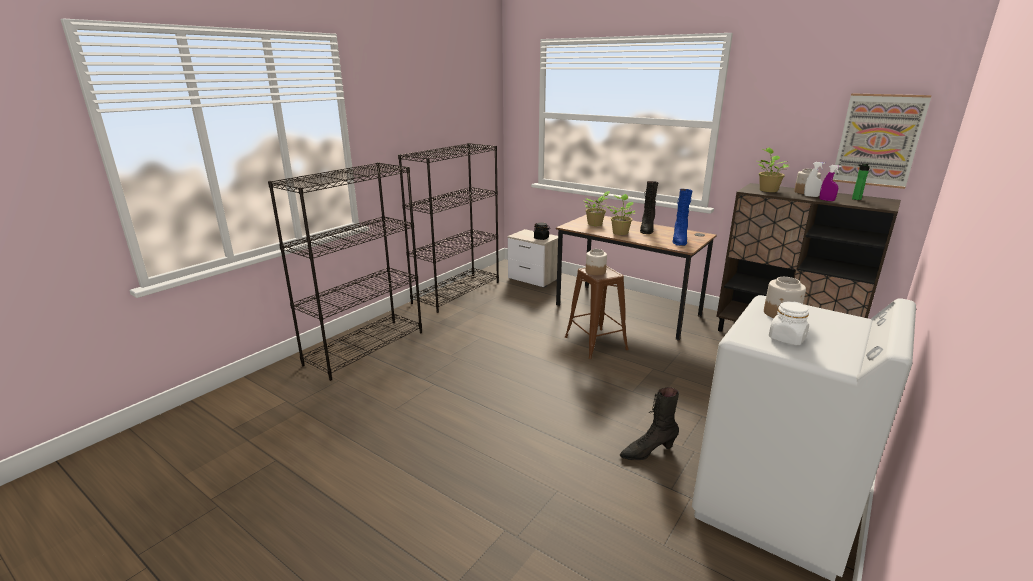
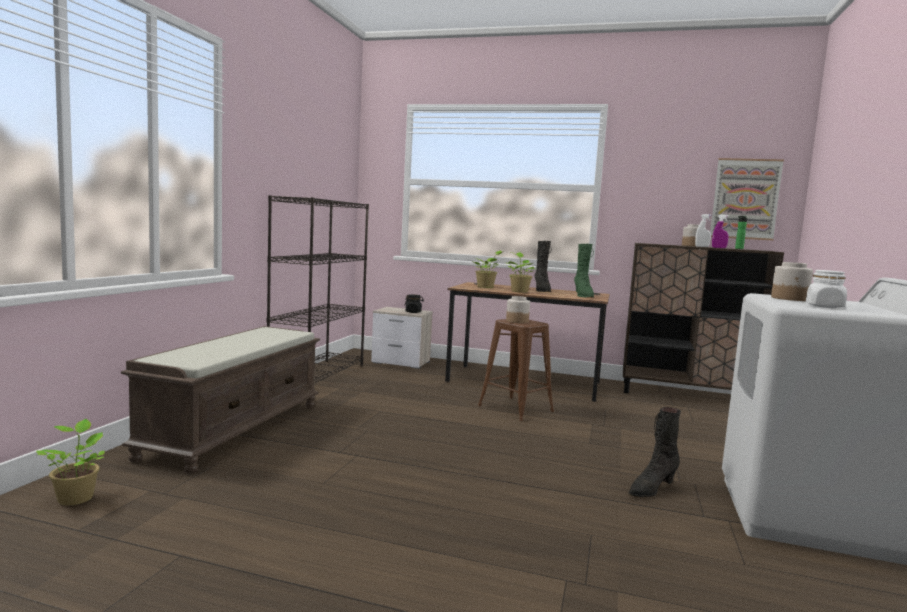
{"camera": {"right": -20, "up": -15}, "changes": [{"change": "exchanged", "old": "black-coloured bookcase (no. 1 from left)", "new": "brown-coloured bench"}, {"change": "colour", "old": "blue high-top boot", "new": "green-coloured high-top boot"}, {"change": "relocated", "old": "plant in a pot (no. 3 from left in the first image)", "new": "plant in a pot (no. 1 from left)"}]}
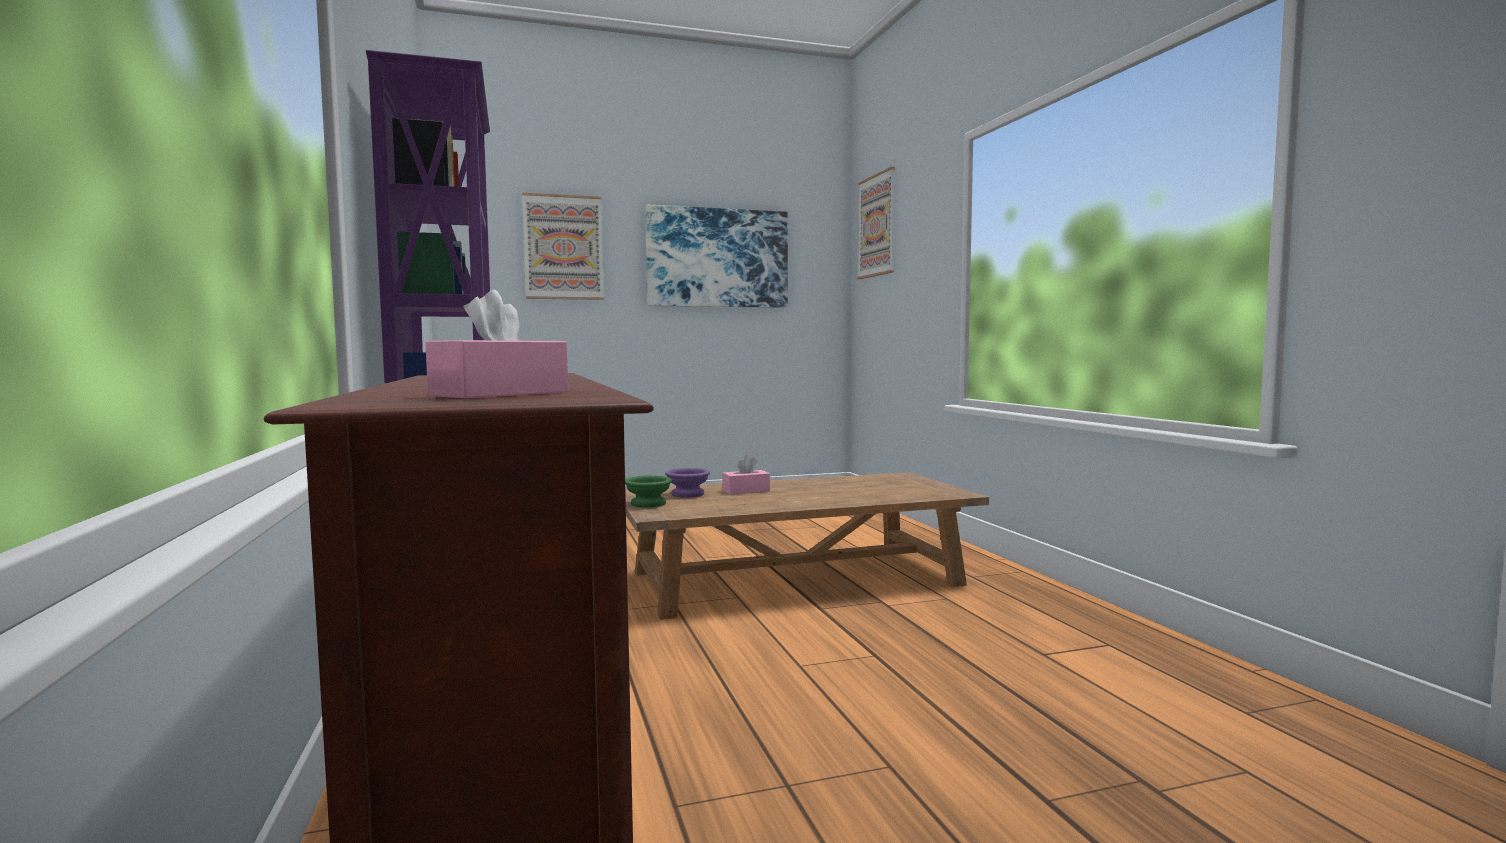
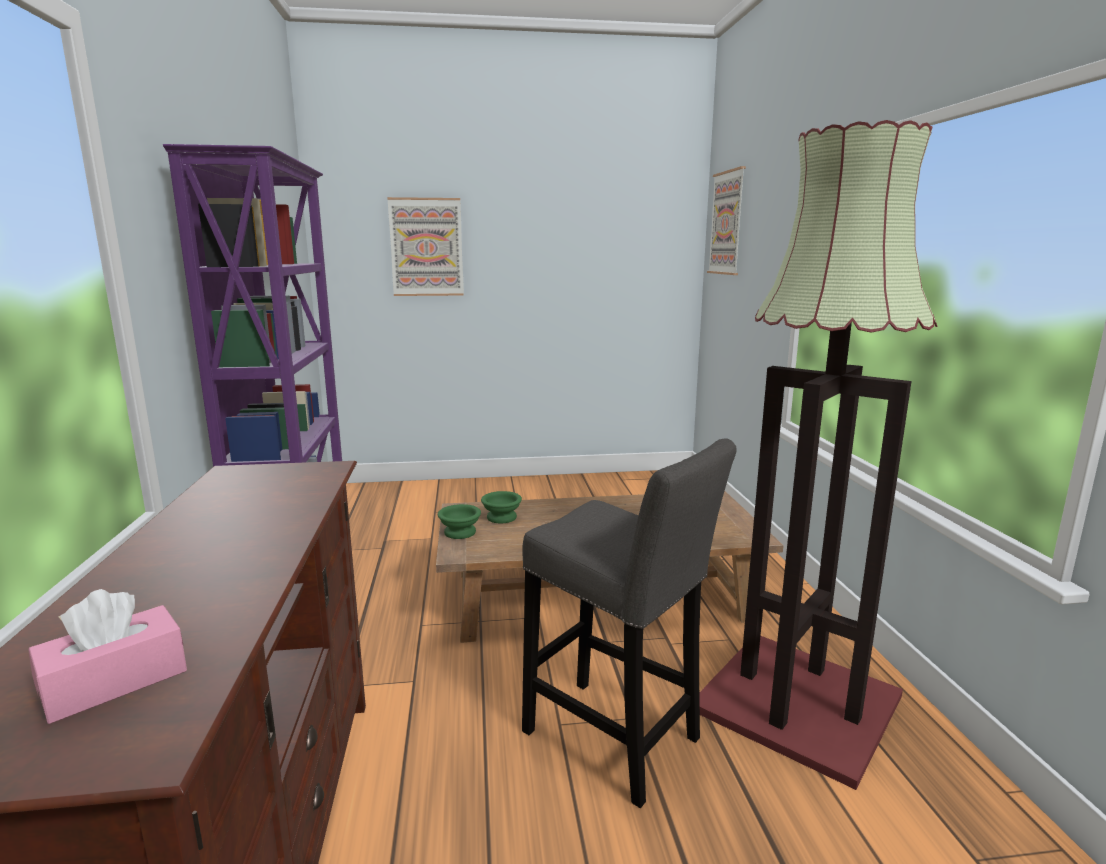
{"camera": {"right": 10, "up": 10}, "changes": [{"change": "missing", "old": "wall picture (no. 2 from left)"}, {"change": "colour", "old": "purple deep dish", "new": "green-coloured deep dish (no. 2 from left)"}, {"change": "missing", "old": "pinkish box of tissues (no. 2 from left)"}, {"change": "appeared", "new": "gray stool seat"}, {"change": "appeared", "new": "standard lamp"}]}
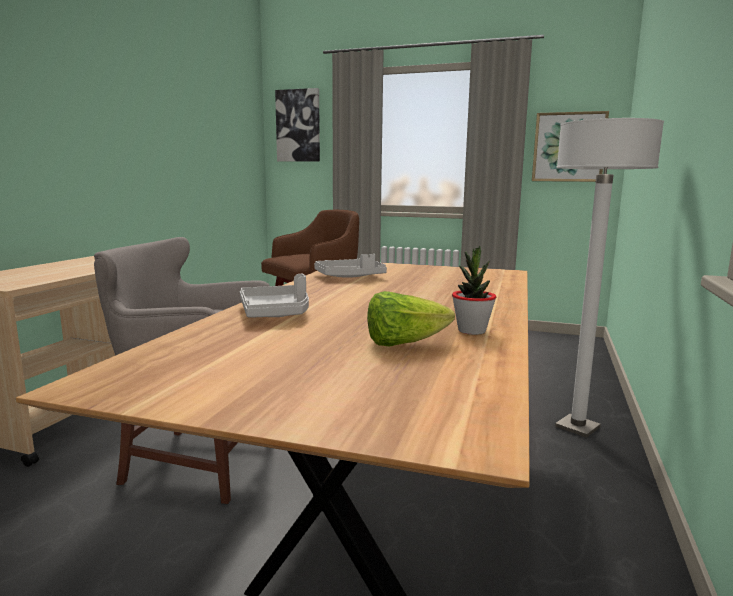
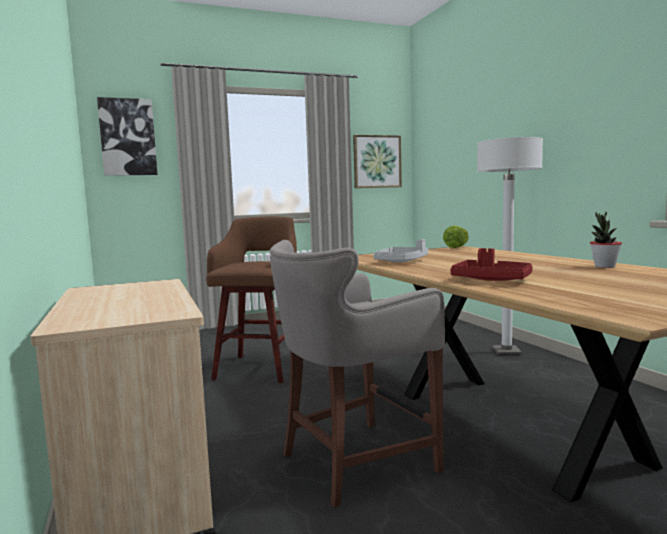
{"camera": {"right": -40, "up": -5}, "changes": [{"change": "colour", "old": "gray tray (no. 1 from left)", "new": "red tray"}, {"change": "relocated", "old": "head of lettuce"}]}
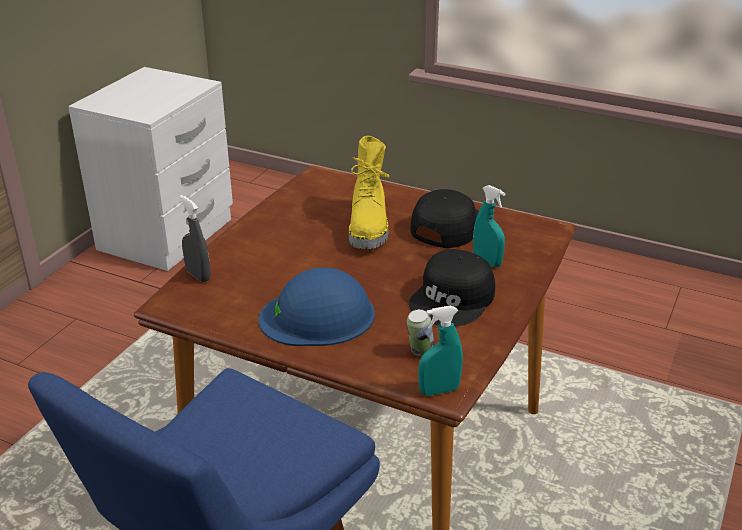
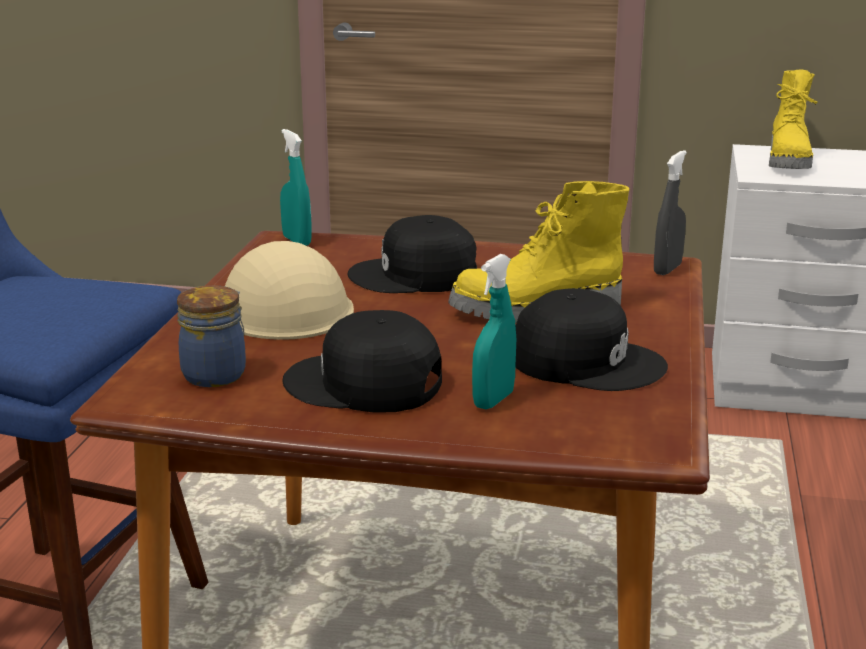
{"camera": {"right": 75, "up": -10}, "changes": [{"change": "relocated", "old": "gray spray bottle"}, {"change": "colour", "old": "blue hard hat", "new": "sand-coloured hard hat"}, {"change": "exchanged", "old": "can", "new": "preserve jar"}, {"change": "relocated", "old": "blue-green spray bottle (no. 1 from left)"}, {"change": "appeared", "new": "black-coloured baseball cap (no. 2 from left)"}, {"change": "appeared", "new": "yellow-coloured high-top boot (no. 2 from left)"}]}
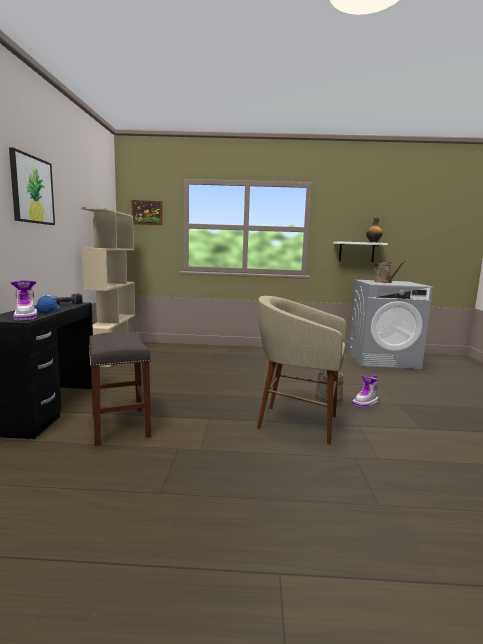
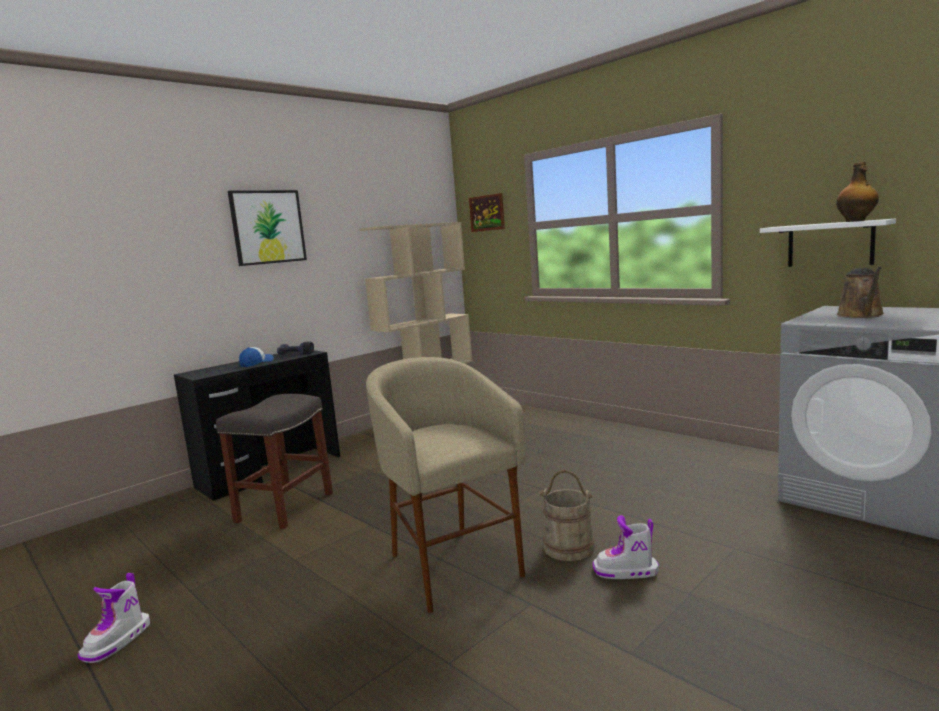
{"camera": {"right": 45, "up": 0}, "changes": [{"change": "relocated", "old": "high-top boot (no. 1 from left)"}]}
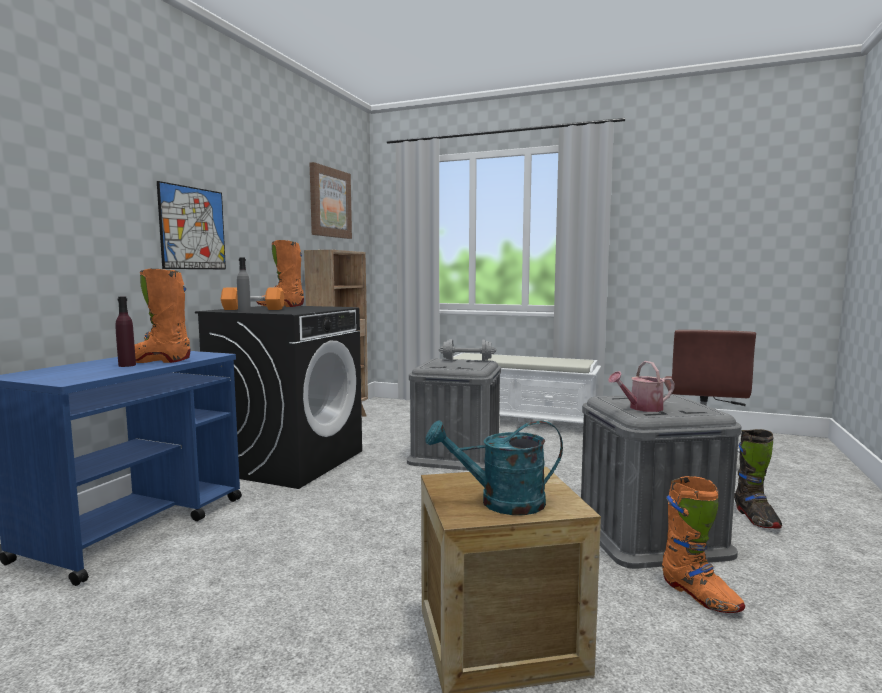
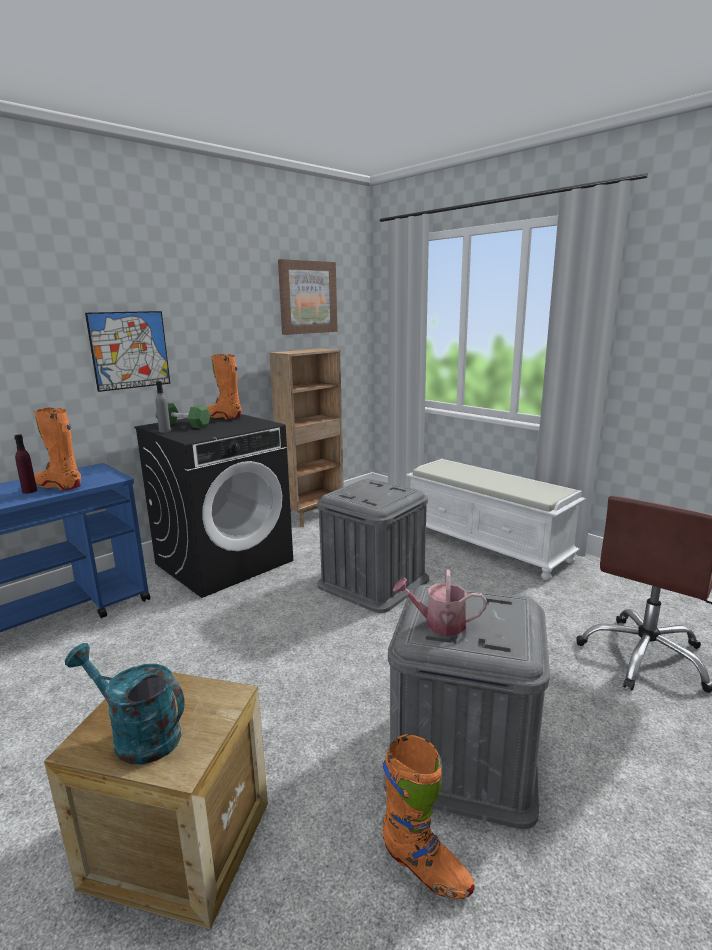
{"camera": {"right": 25, "up": 10}, "changes": [{"change": "colour", "old": "orangey free weight", "new": "green-coloured free weight"}, {"change": "missing", "old": "gray free weight"}, {"change": "spun", "old": "orangey high-top boot (no. 3 from left)", "degrees": -45}, {"change": "missing", "old": "black-coloured high-top boot"}]}
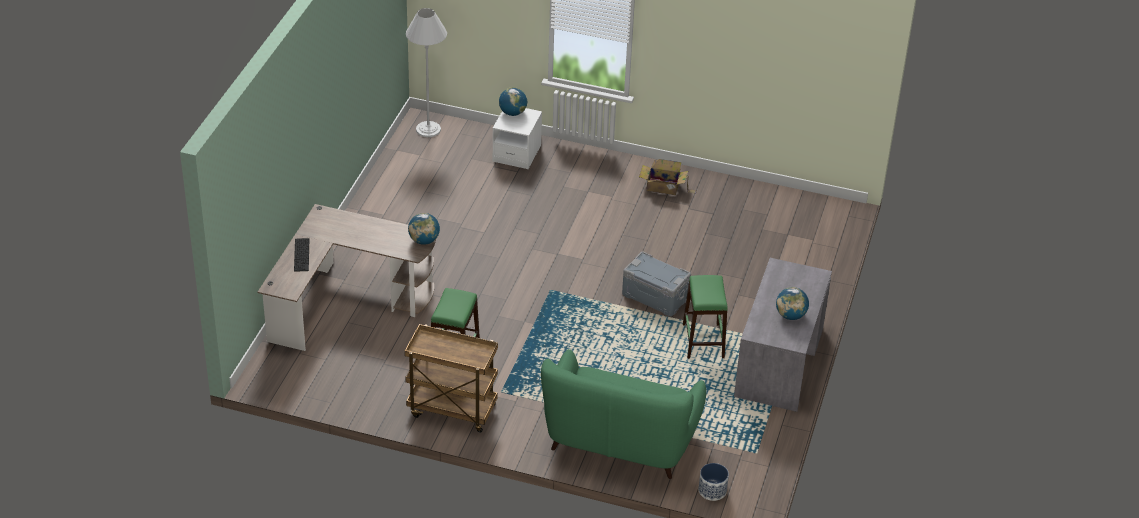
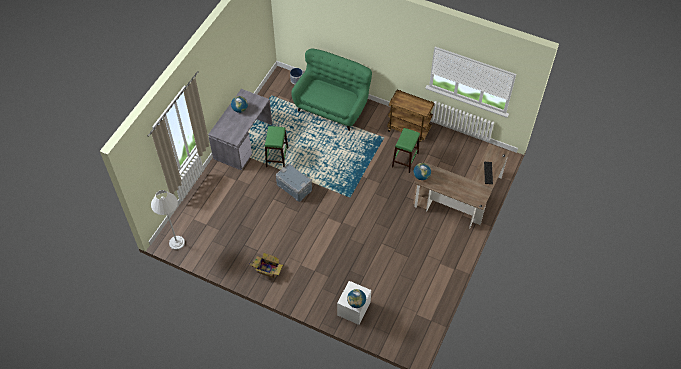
{"camera": {"right": -170, "up": 15}, "changes": [{"change": "relocated", "old": "whitish standard lamp"}]}
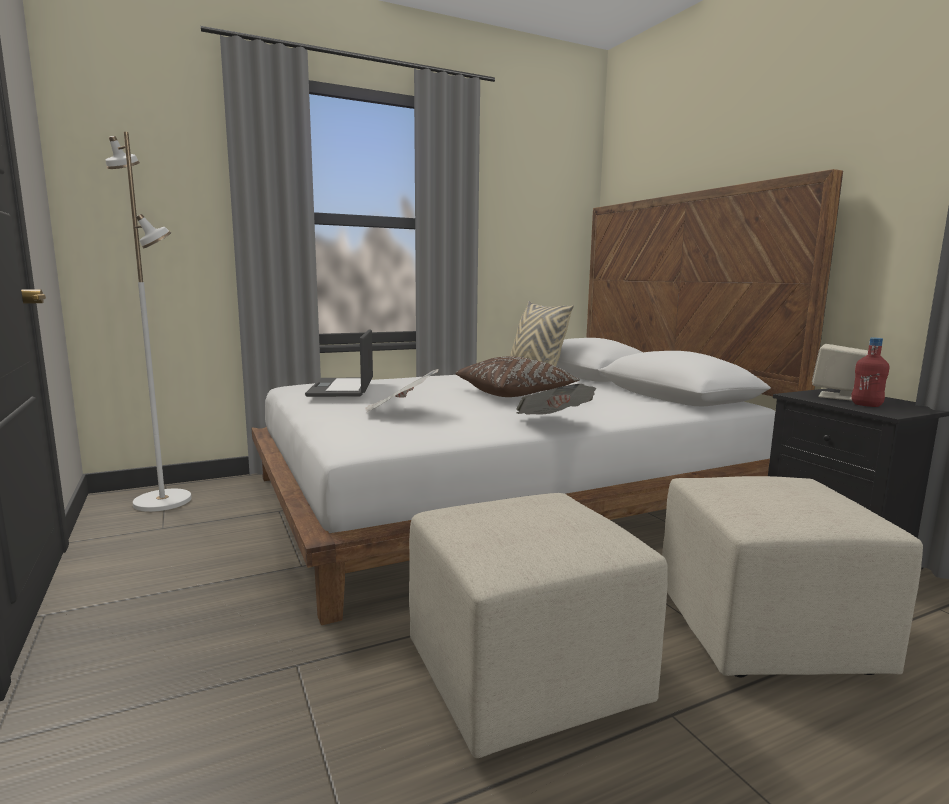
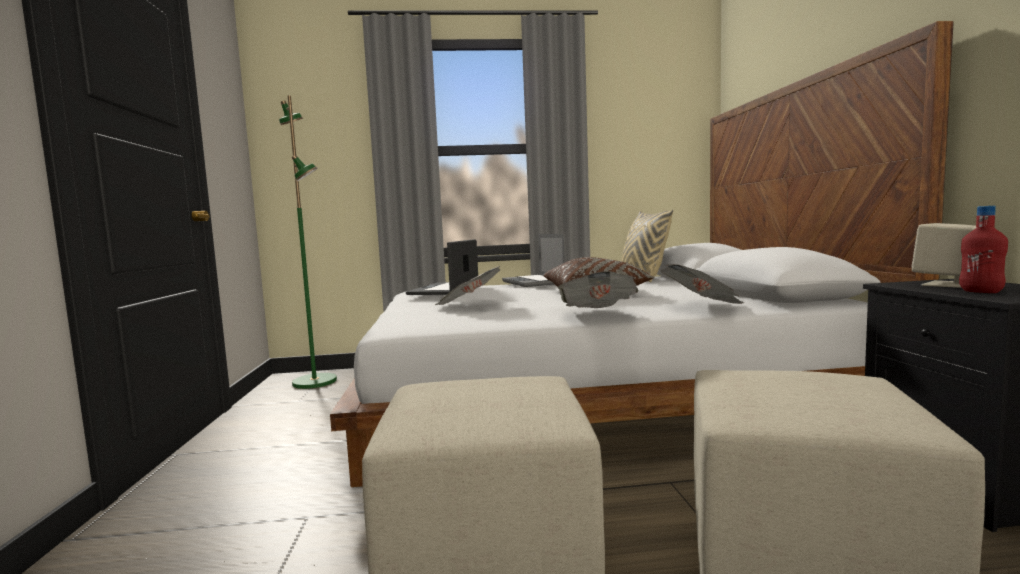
{"camera": {"right": 20, "up": -5}, "changes": [{"change": "colour", "old": "whitish standard lamp", "new": "green-coloured standard lamp"}, {"change": "appeared", "new": "notebook computer (no. 2 from left)"}, {"change": "appeared", "new": "daily paper (no. 3 from left)"}]}
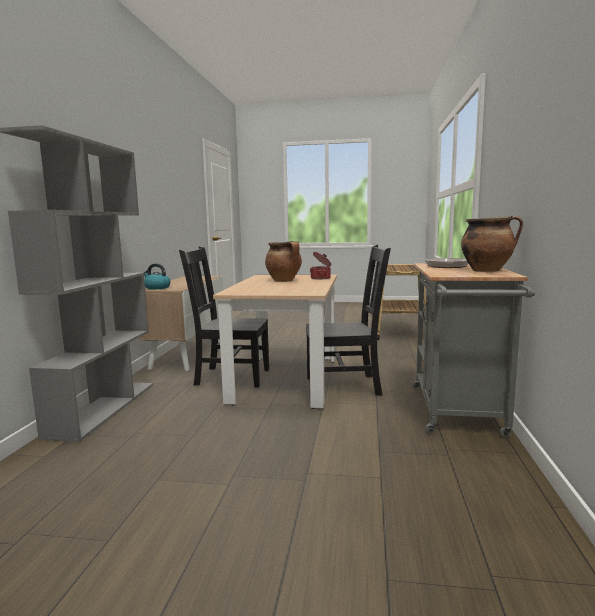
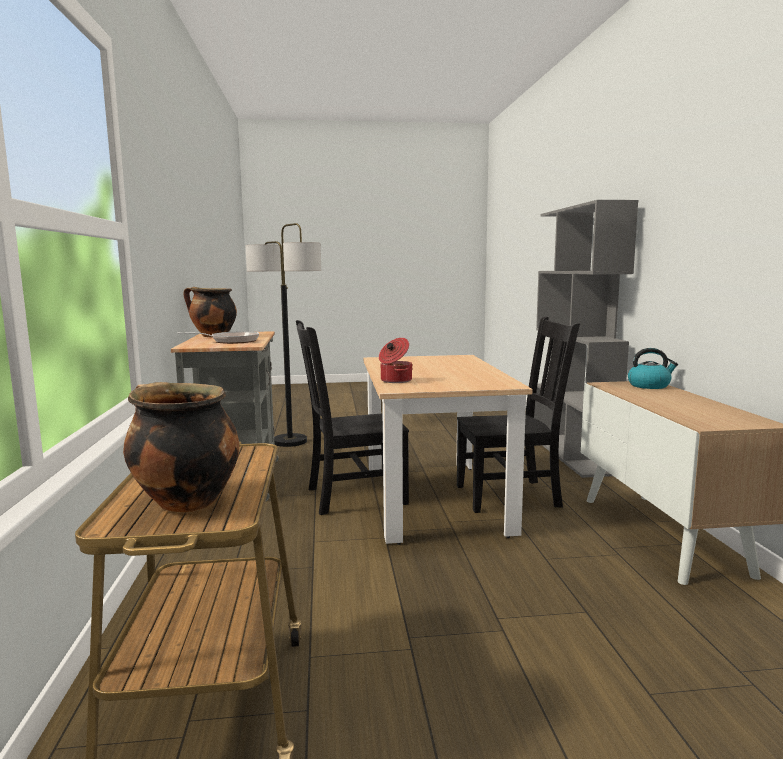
{"camera": {"right": 165, "up": 0}, "changes": [{"change": "relocated", "old": "stockpot (no. 1 from left)"}, {"change": "appeared", "new": "standard lamp"}]}
